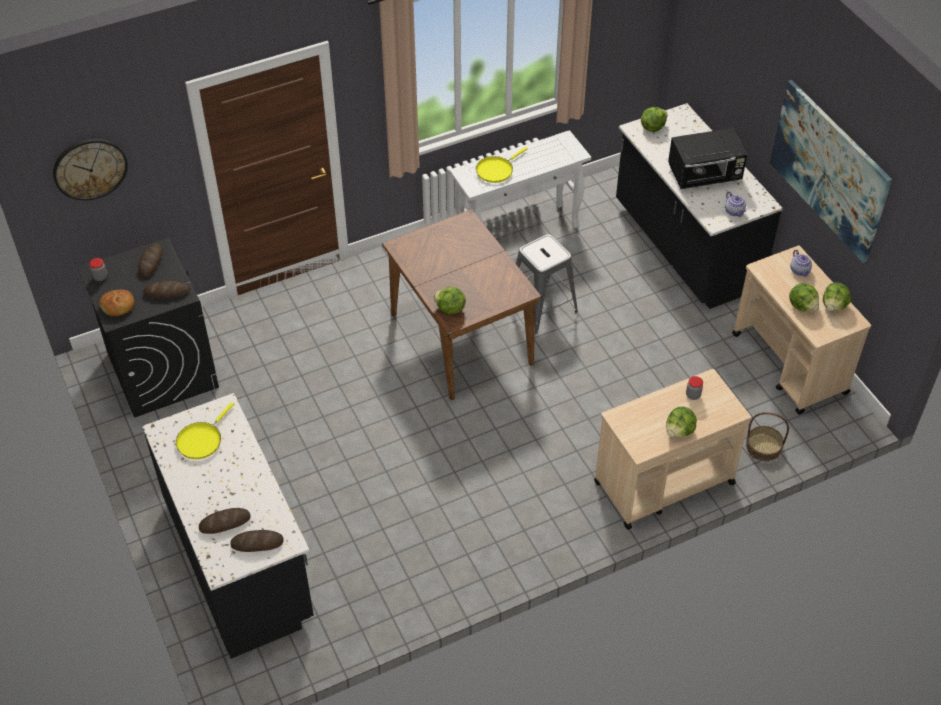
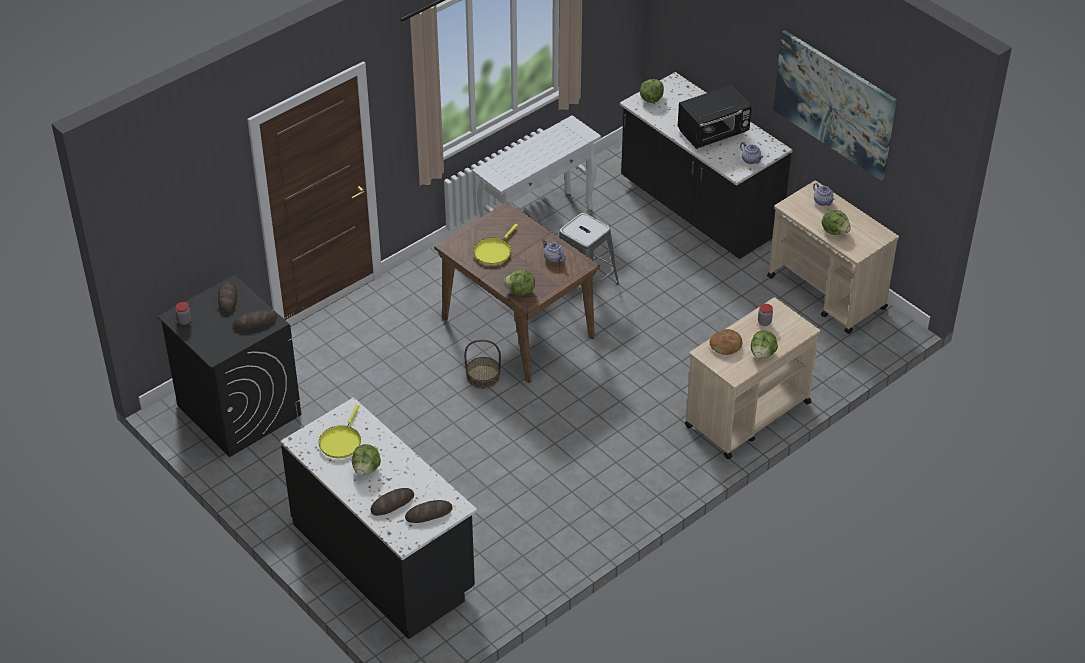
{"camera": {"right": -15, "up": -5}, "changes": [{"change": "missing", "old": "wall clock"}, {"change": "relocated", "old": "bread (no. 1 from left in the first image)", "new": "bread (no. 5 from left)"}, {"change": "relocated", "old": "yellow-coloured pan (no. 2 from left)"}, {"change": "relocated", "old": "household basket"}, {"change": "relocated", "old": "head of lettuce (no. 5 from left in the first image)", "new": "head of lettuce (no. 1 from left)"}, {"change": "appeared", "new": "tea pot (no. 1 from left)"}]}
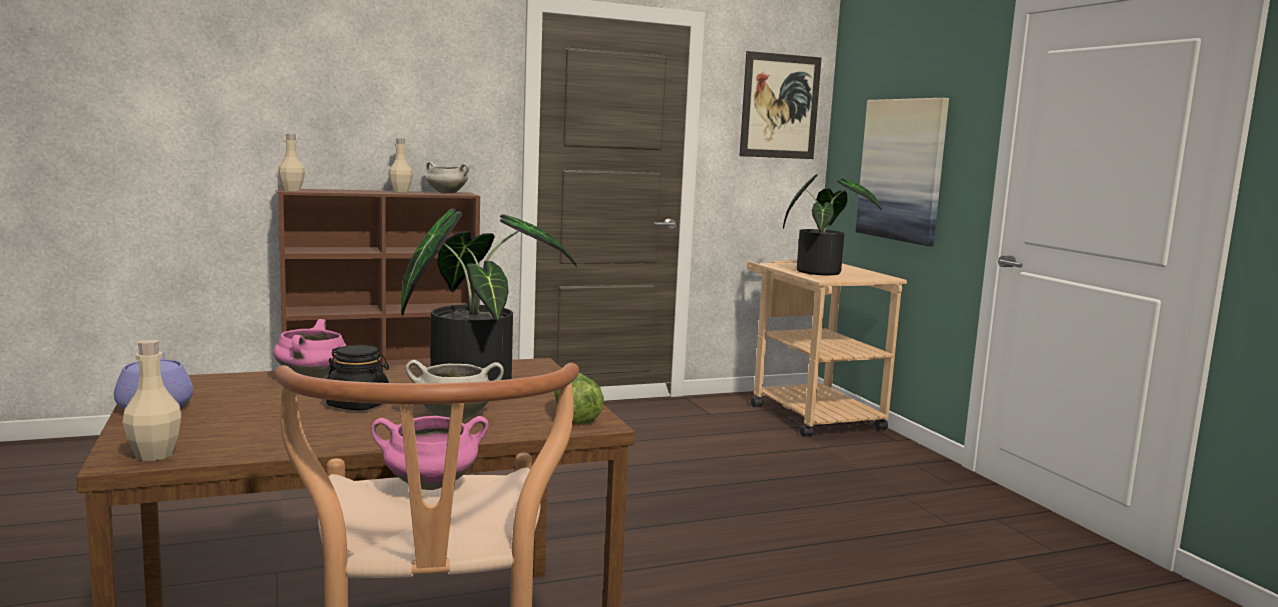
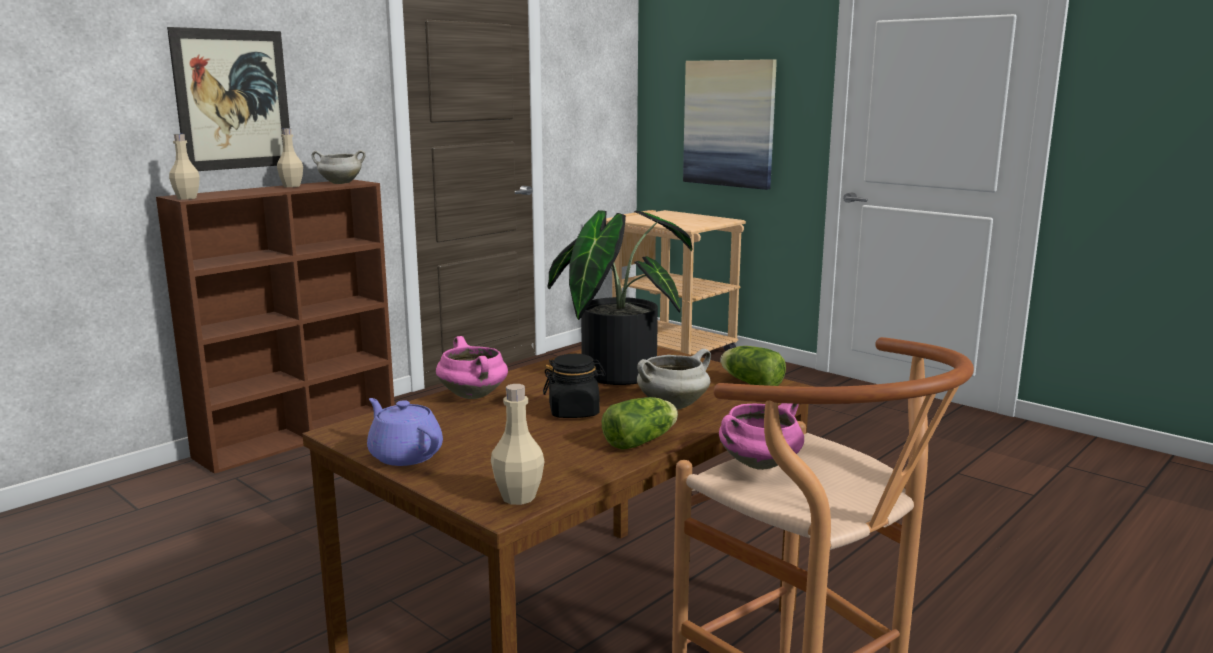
{"camera": {"right": -25, "up": 5}, "changes": [{"change": "relocated", "old": "wall picture (no. 1 from left)"}, {"change": "missing", "old": "plant in a pot (no. 2 from left)"}, {"change": "appeared", "new": "head of lettuce (no. 1 from left)"}]}
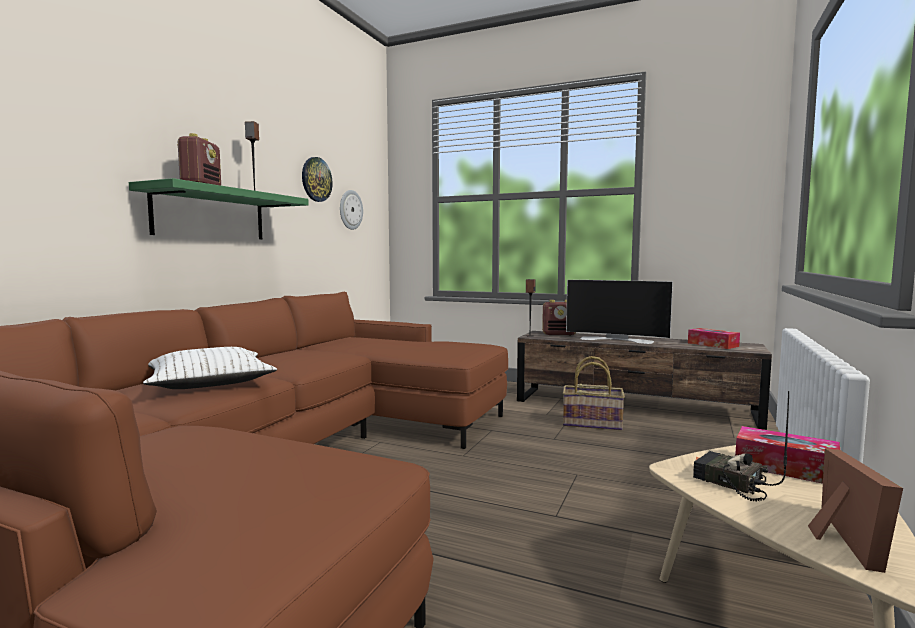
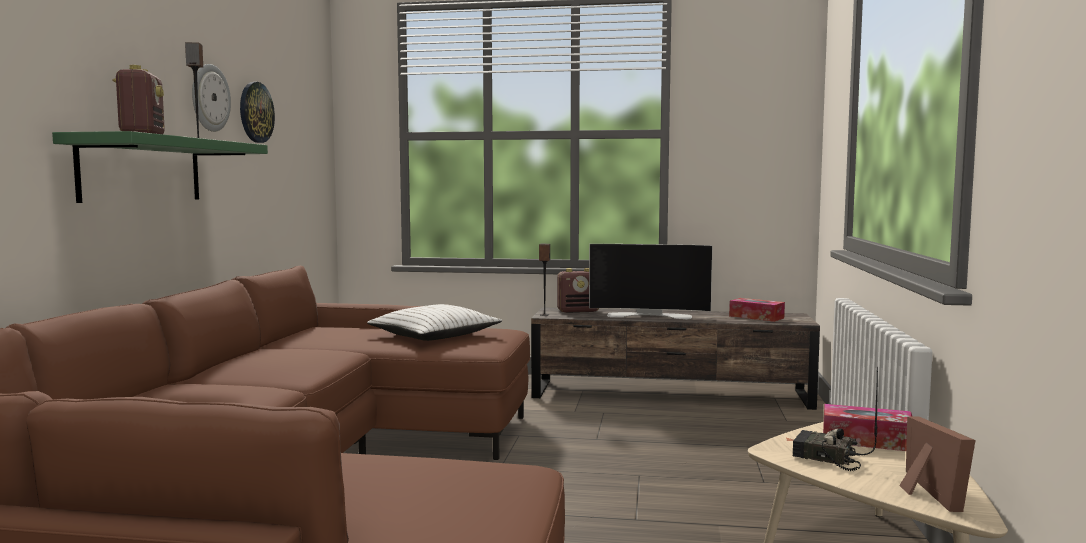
{"camera": {"right": -15, "up": 0}, "changes": [{"change": "relocated", "old": "whitish pillow"}, {"change": "relocated", "old": "wall clock (no. 2 from left in the first image)", "new": "wall clock (no. 1 from left)"}, {"change": "missing", "old": "household basket"}]}
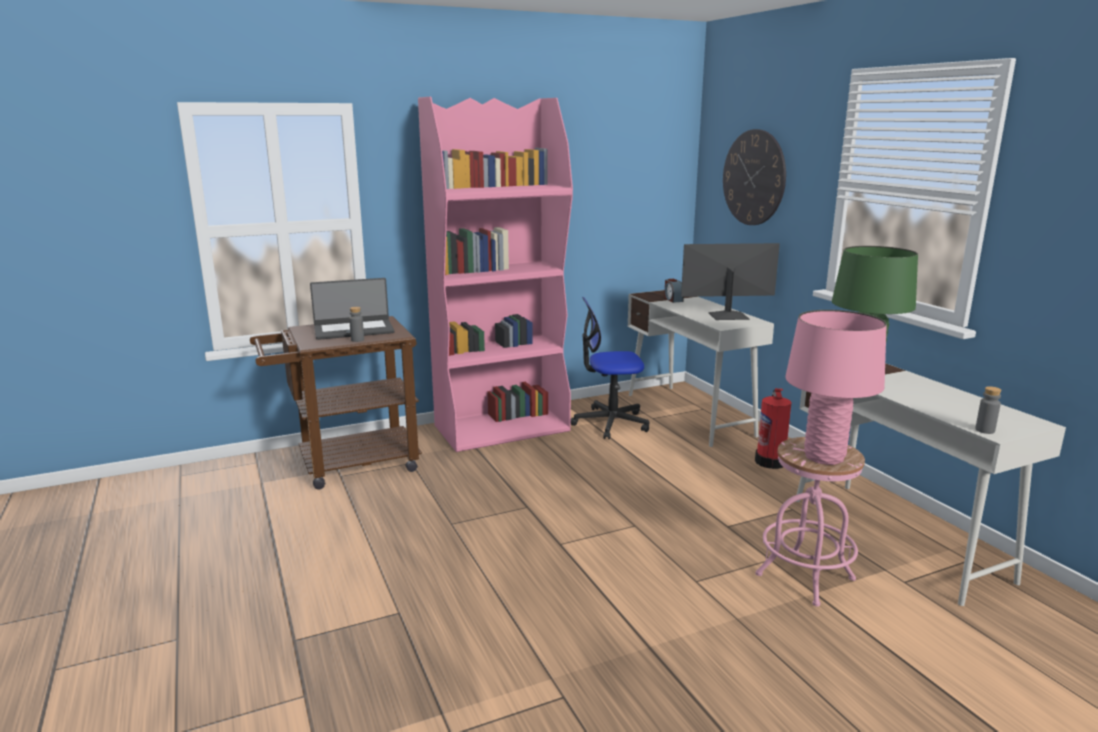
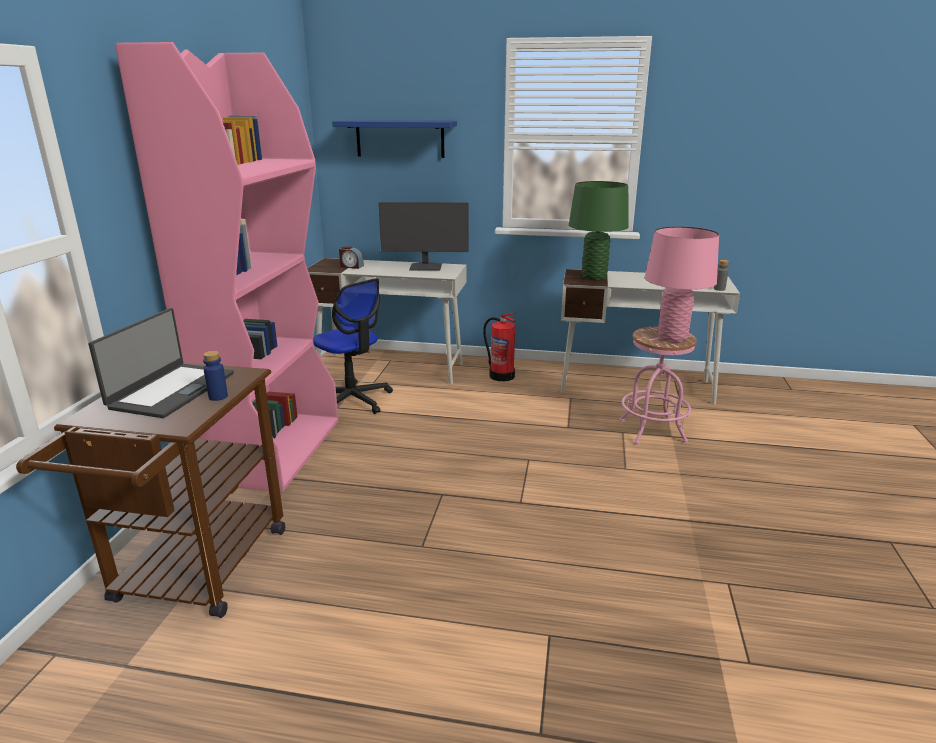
{"camera": {"right": -55, "up": 5}, "changes": [{"change": "colour", "old": "gray drink bottle (no. 1 from left)", "new": "blue drink bottle"}, {"change": "spun", "old": "desk chair", "degrees": -75}, {"change": "spun", "old": "computer display", "degrees": -120}, {"change": "exchanged", "old": "wall clock", "new": "blue shelf"}]}
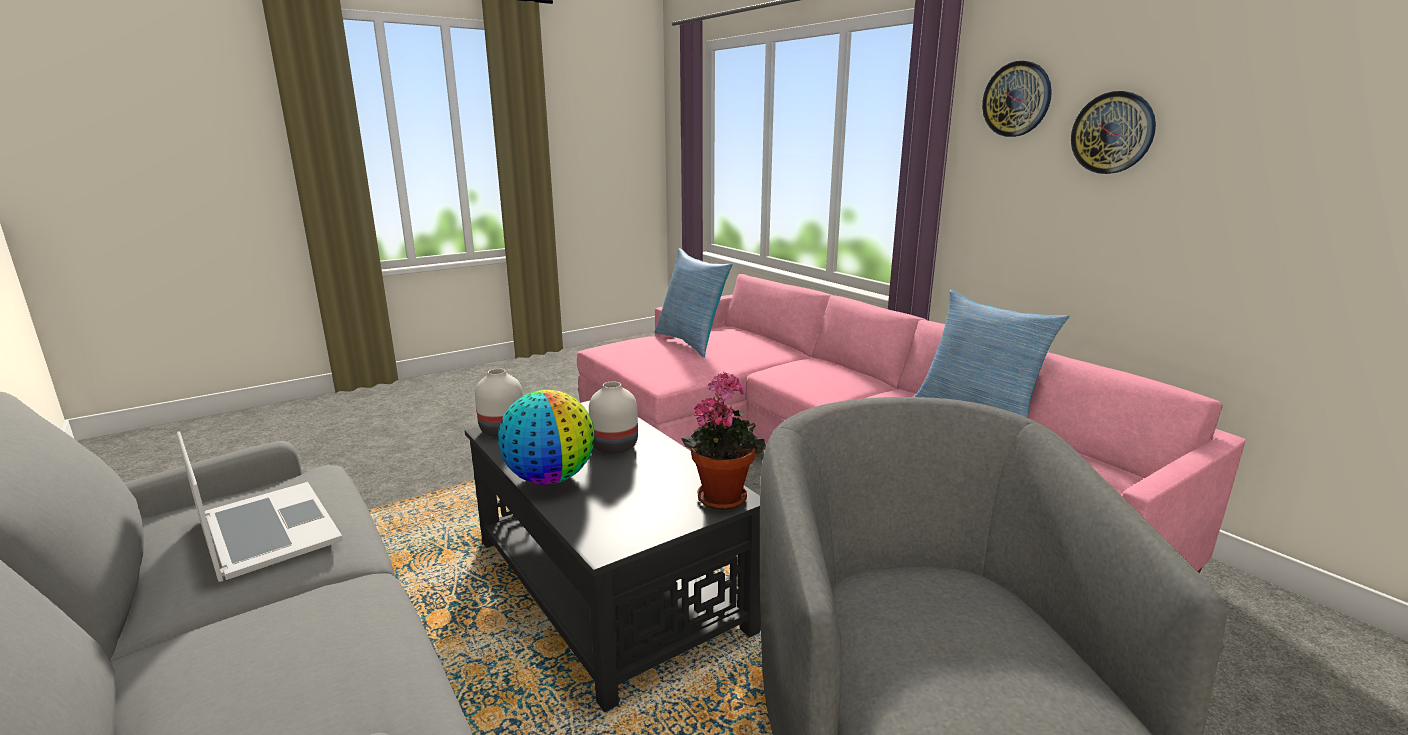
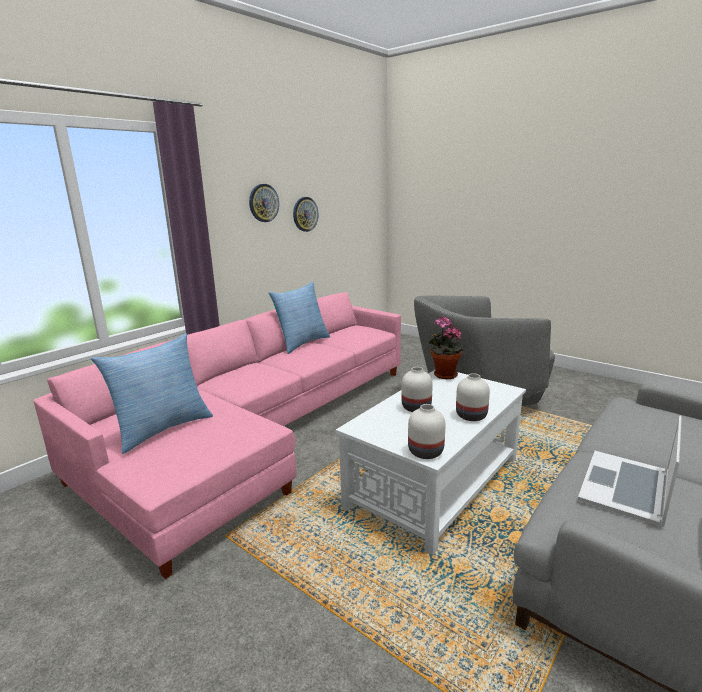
{"camera": {"right": -105, "up": 0}, "changes": [{"change": "colour", "old": "black-coloured coffee table", "new": "whitish coffee table"}, {"change": "exchanged", "old": "globe", "new": "whitish vase (no. 3 from left)"}, {"change": "relocated", "old": "wall clock (no. 1 from left in the first image)", "new": "wall clock (no. 2 from left)"}]}
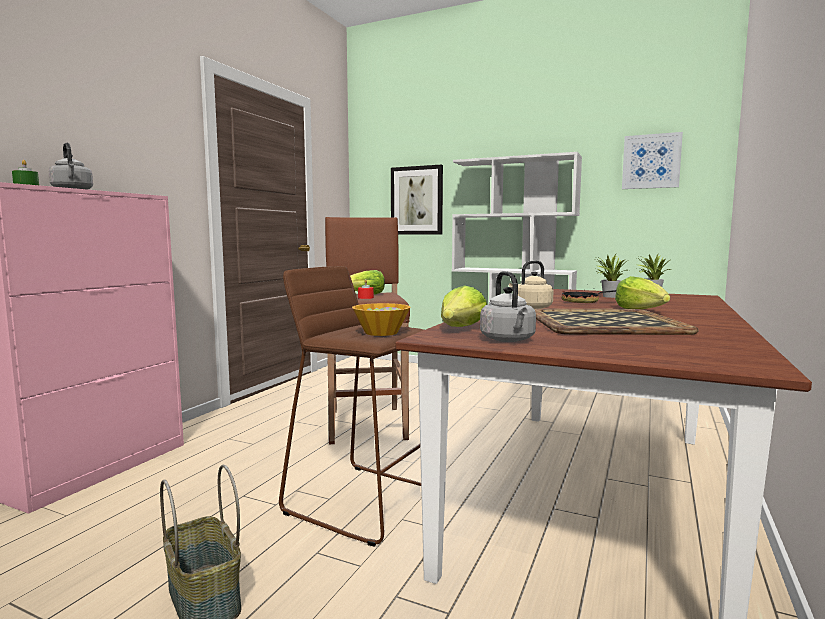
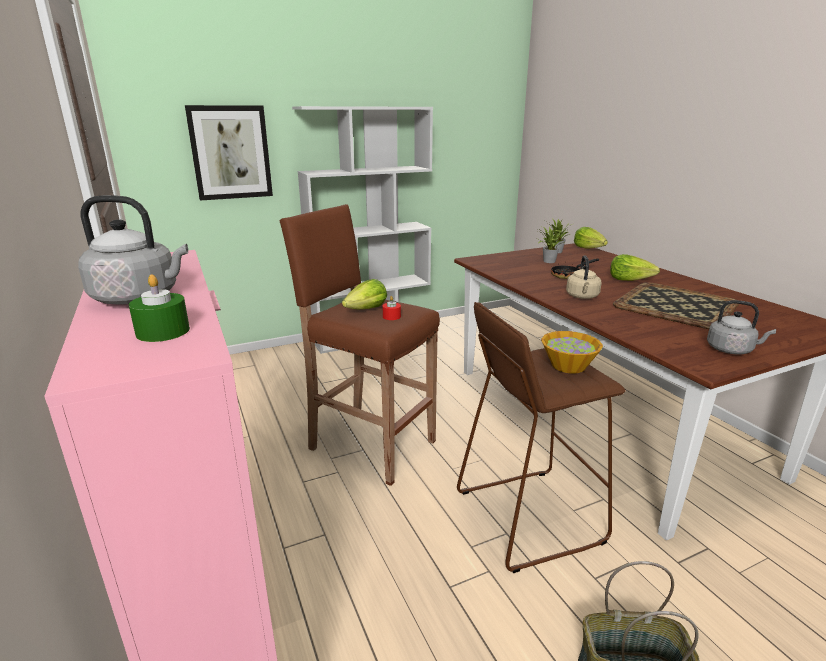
{"camera": {"right": -50, "up": 15}, "changes": [{"change": "relocated", "old": "head of lettuce (no. 2 from left)"}, {"change": "missing", "old": "wall picture (no. 2 from left)"}]}
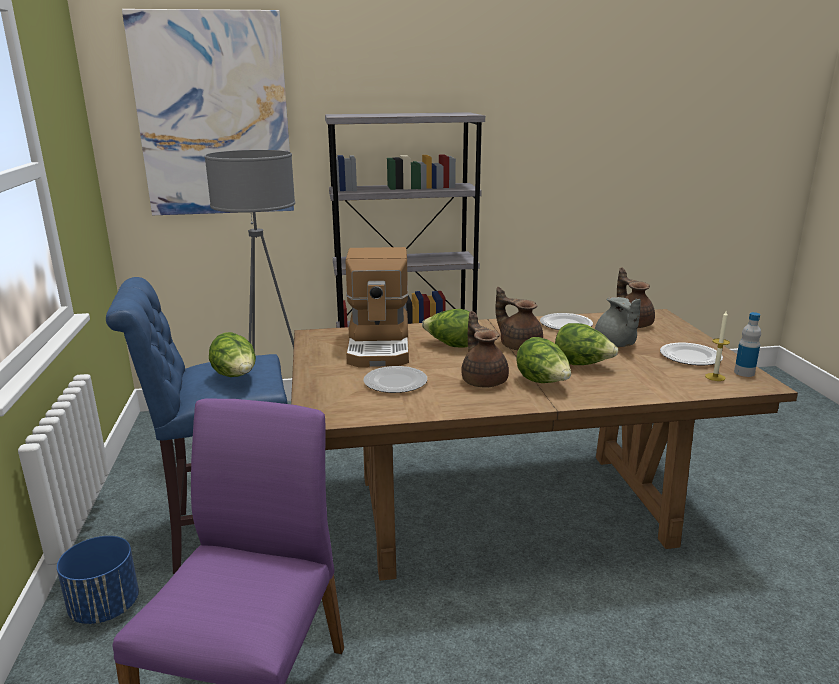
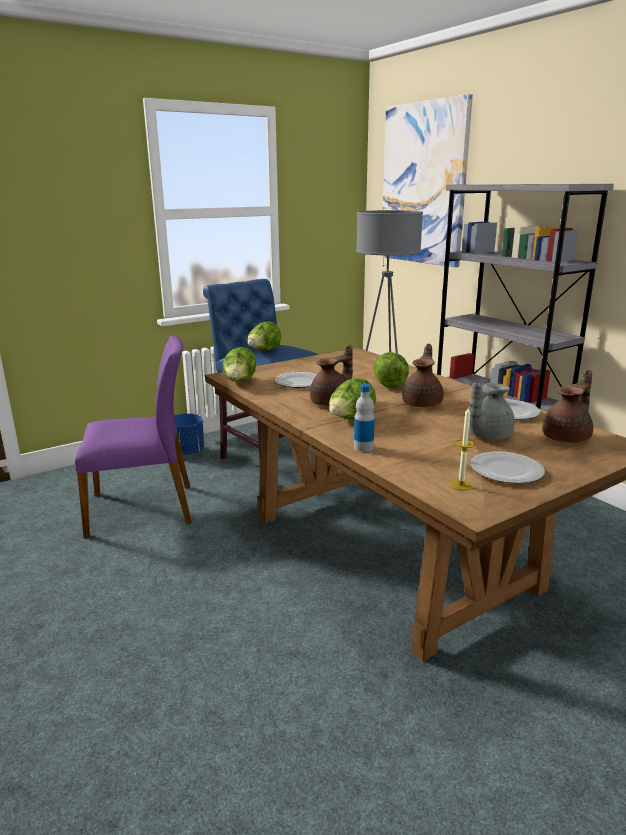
{"camera": {"right": 65, "up": 0}, "changes": [{"change": "missing", "old": "coffee maker"}, {"change": "relocated", "old": "head of lettuce (no. 4 from left in the first image)", "new": "head of lettuce (no. 1 from left)"}, {"change": "relocated", "old": "drink bottle"}]}
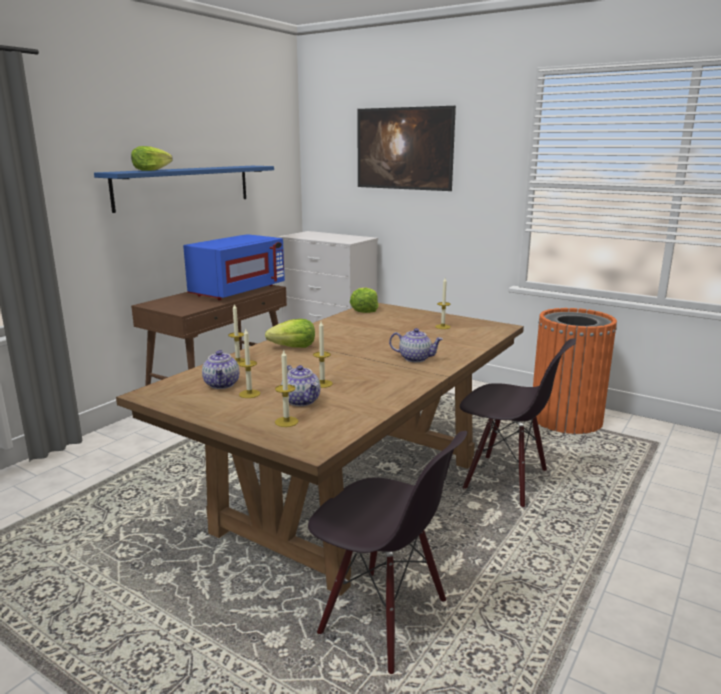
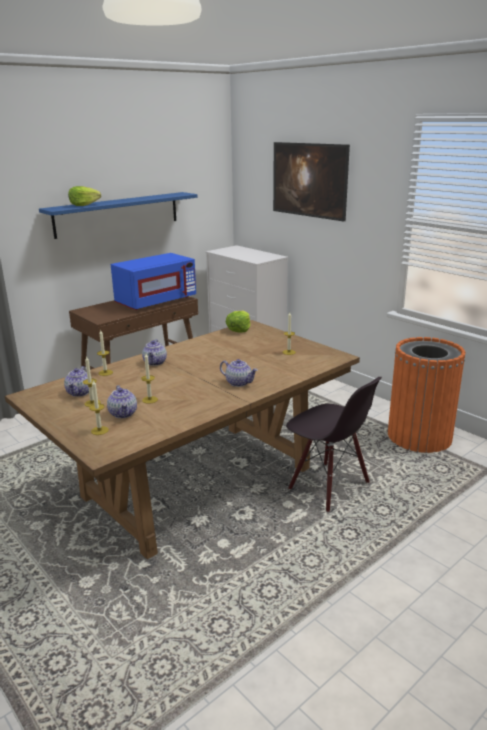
{"camera": {"right": 15, "up": 5}, "changes": [{"change": "exchanged", "old": "head of lettuce (no. 2 from left)", "new": "tea pot (no. 3 from left)"}, {"change": "missing", "old": "black-coloured chair (no. 1 from left)"}]}
